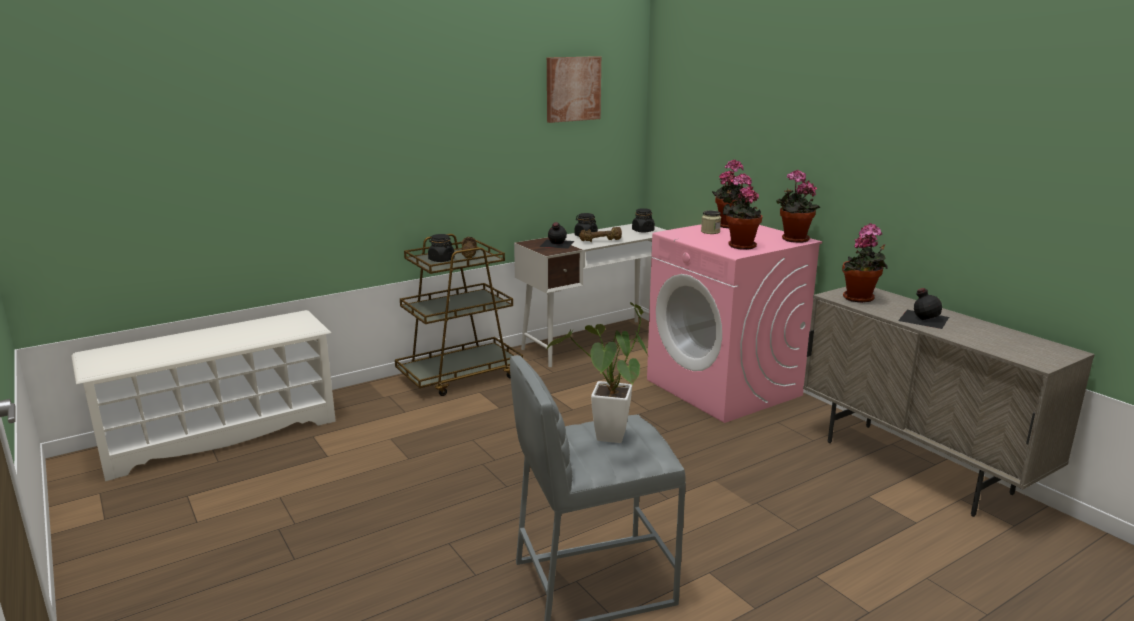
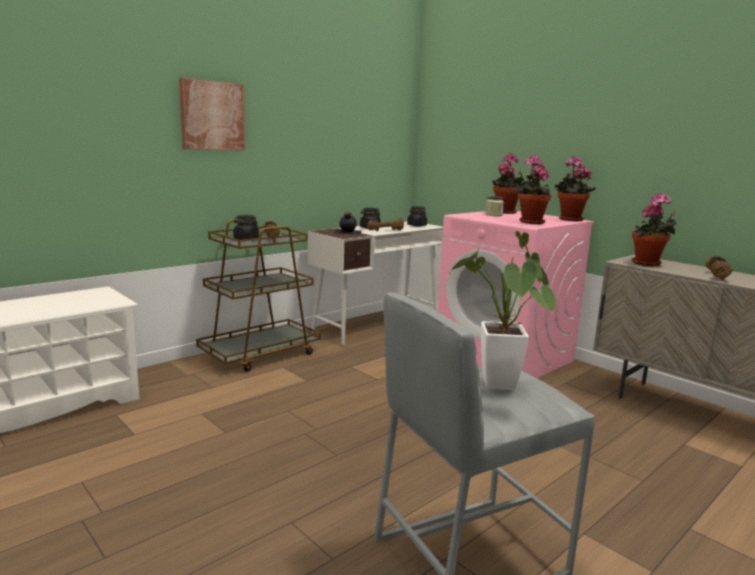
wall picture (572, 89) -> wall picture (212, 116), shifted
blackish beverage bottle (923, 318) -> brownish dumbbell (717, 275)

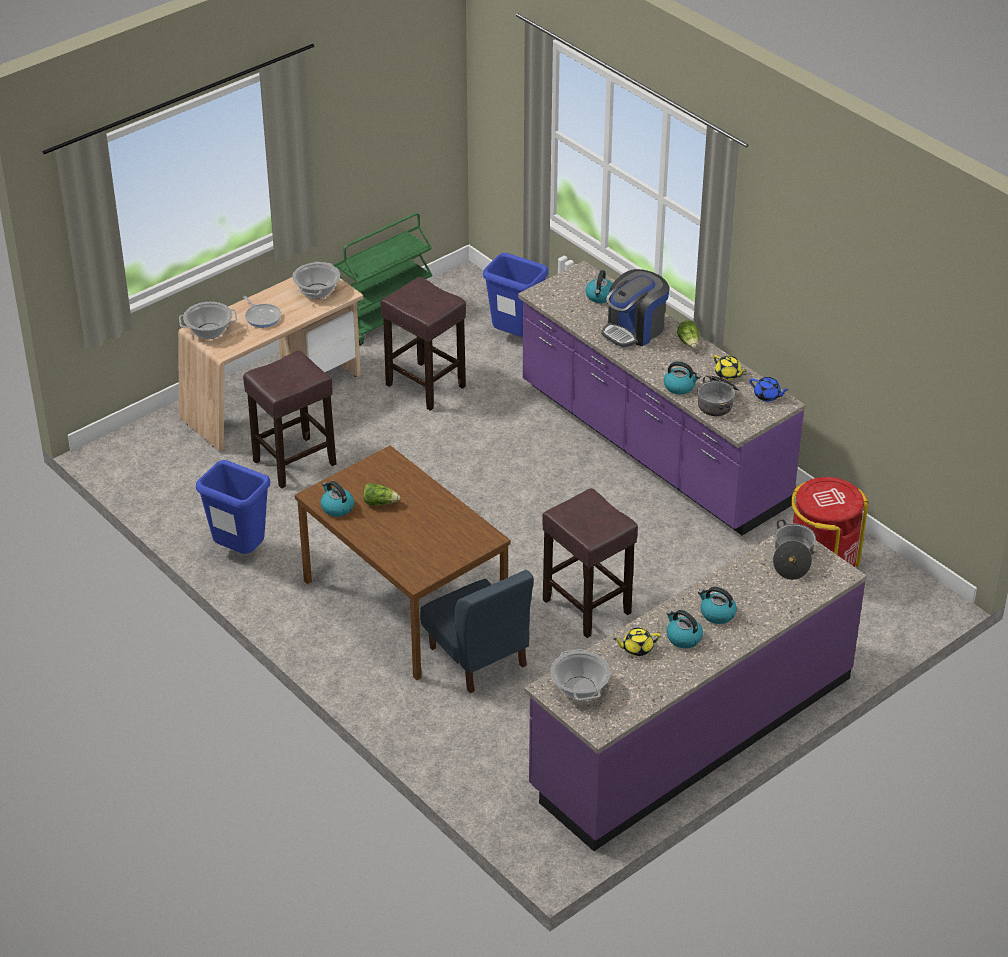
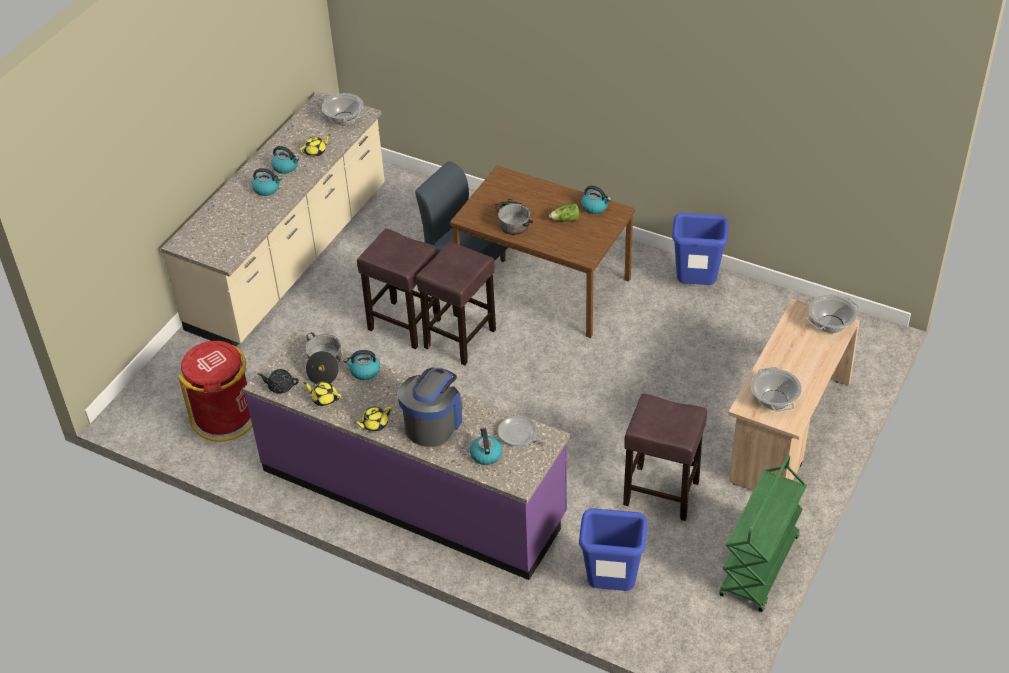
purple kitchen base unit (692, 733) -> beige-coloured kitchen base unit (290, 258)
blue-coloured tea pot (767, 396) -> blackish tea pot (280, 386)
lettuce (689, 343) -> yellow-coloured tea pot (374, 424)
brownish stool seat (293, 463) -> brownish stool seat (460, 338), shifted
stockpot (792, 559) -> stockpot (513, 221), shifted
pan (262, 317) -> pan (519, 435), shifted

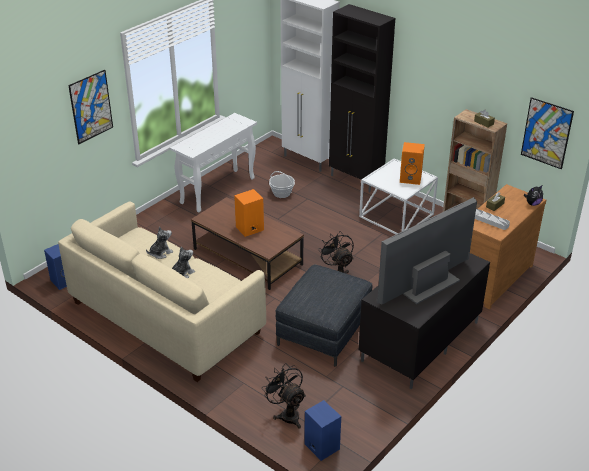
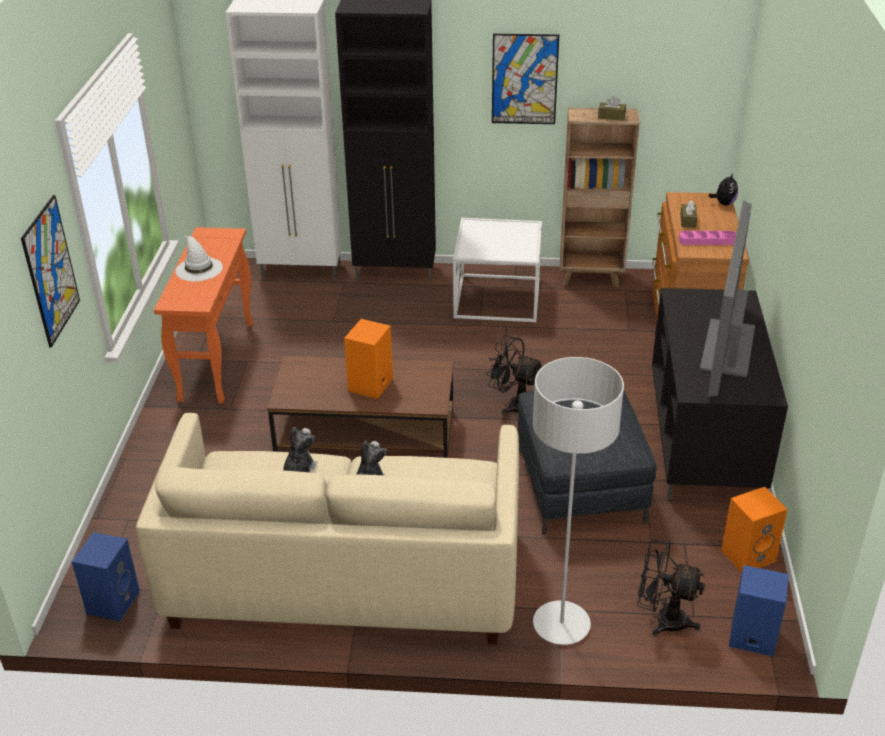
white narrow table (218, 190) -> orange narrow table (216, 360)
none -> white clothing hat (198, 268)
wall picture (546, 133) -> wall picture (524, 79), shifted
none -> greyish standing lamp (561, 624)
greyish tray (490, 221) -> pink tray (707, 241)
orange speaker (411, 178) -> orange speaker (748, 555), shifted
household basket (282, 193) -> none

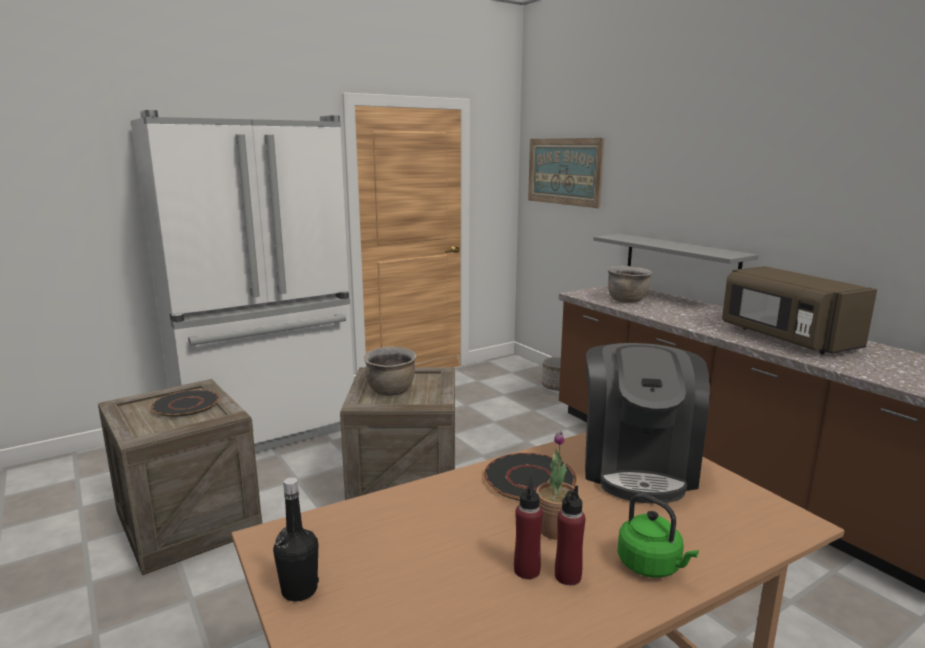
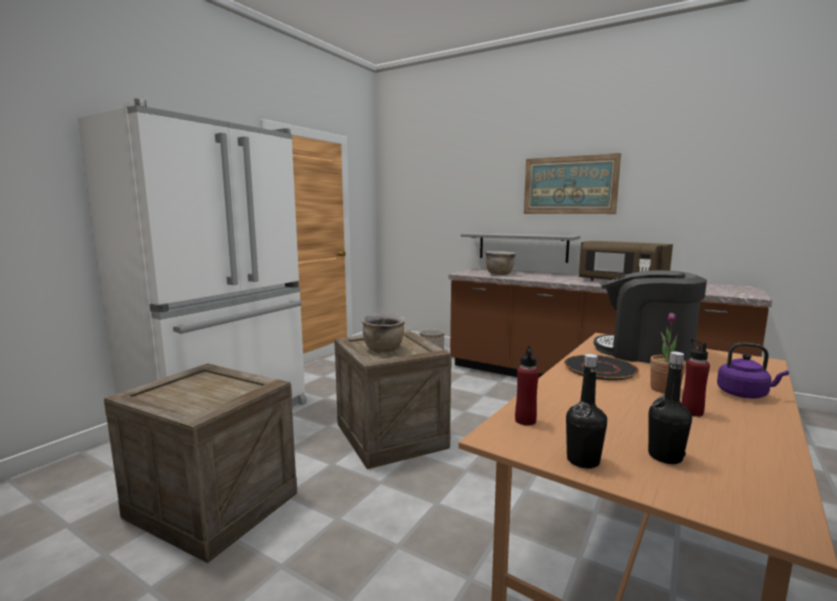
red beverage bottle (567, 576) -> red beverage bottle (525, 420), shifted
wall picture (564, 171) -> wall picture (569, 185), shifted
coffee maker (638, 467) -> coffee maker (645, 352), 135 degrees clockwise
none -> blackish beverage bottle (665, 456)
green-coloured tea kettle (652, 566) -> purple tea kettle (744, 394)
blackish flat dish (186, 404) -> none

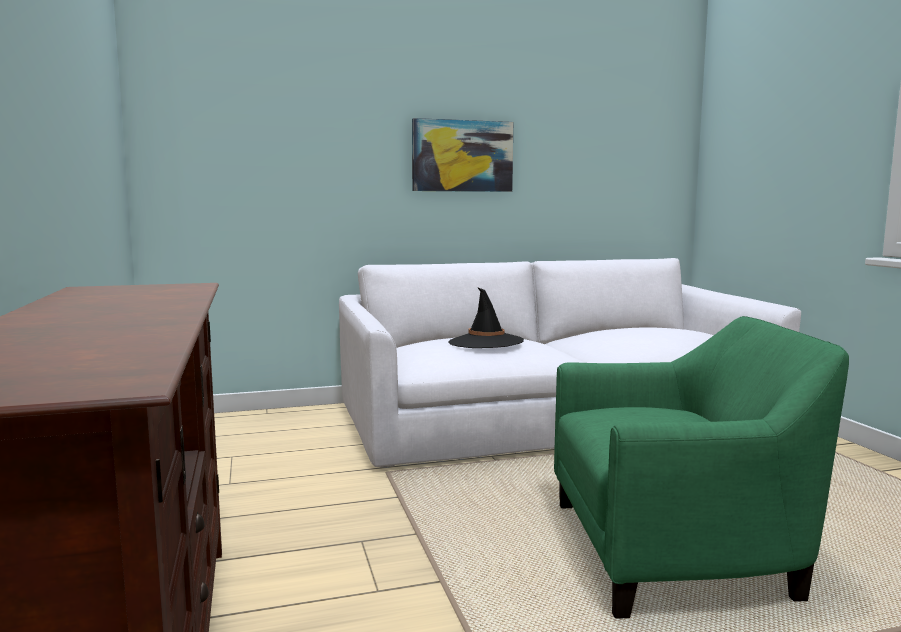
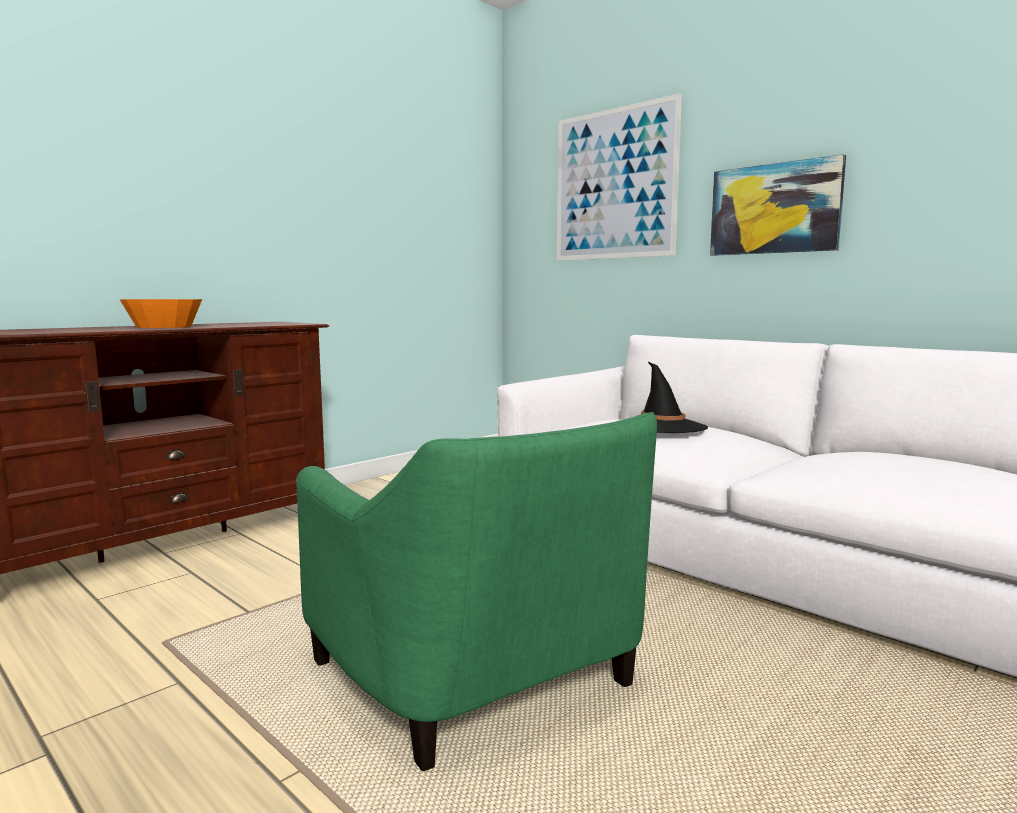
none -> orange bowl (164, 326)
none -> wall picture (614, 184)

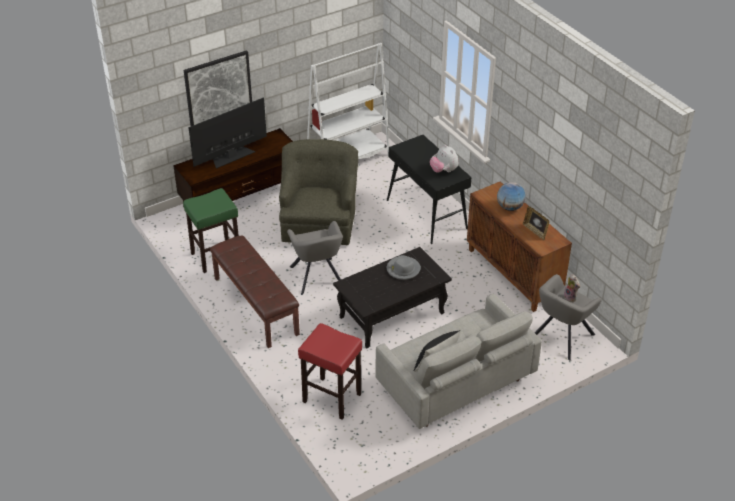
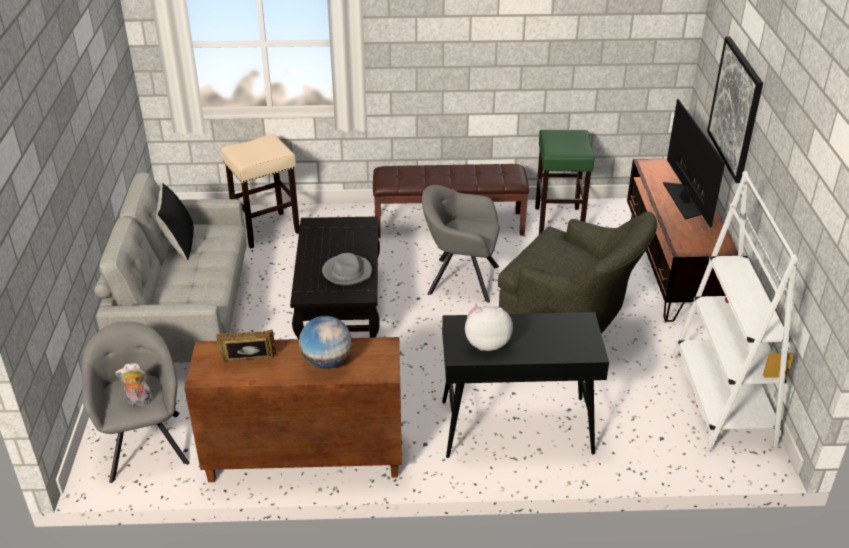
red stool seat (331, 398) -> beige-coloured stool seat (267, 229)

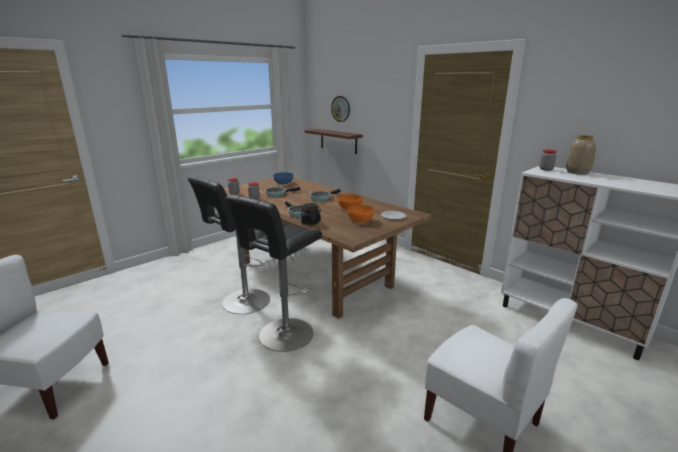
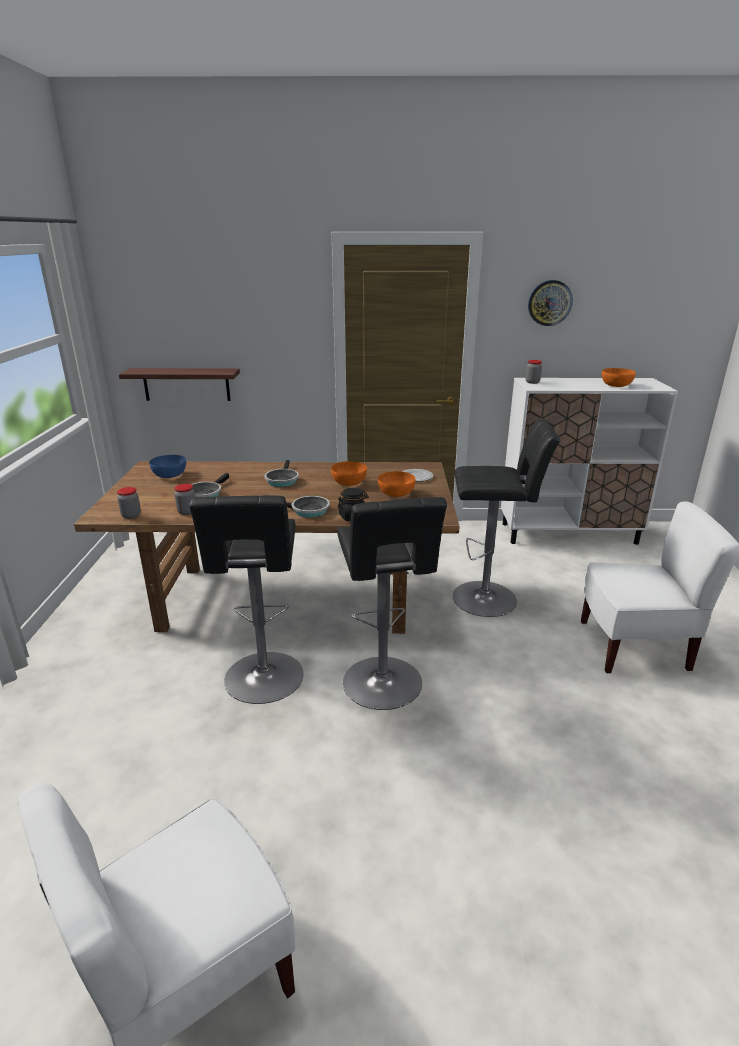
none -> blackish stool seat (489, 598)
clock on the wall (341, 109) -> clock on the wall (549, 303), shifted
none -> orange bowl (616, 385)
vase (577, 172) -> none

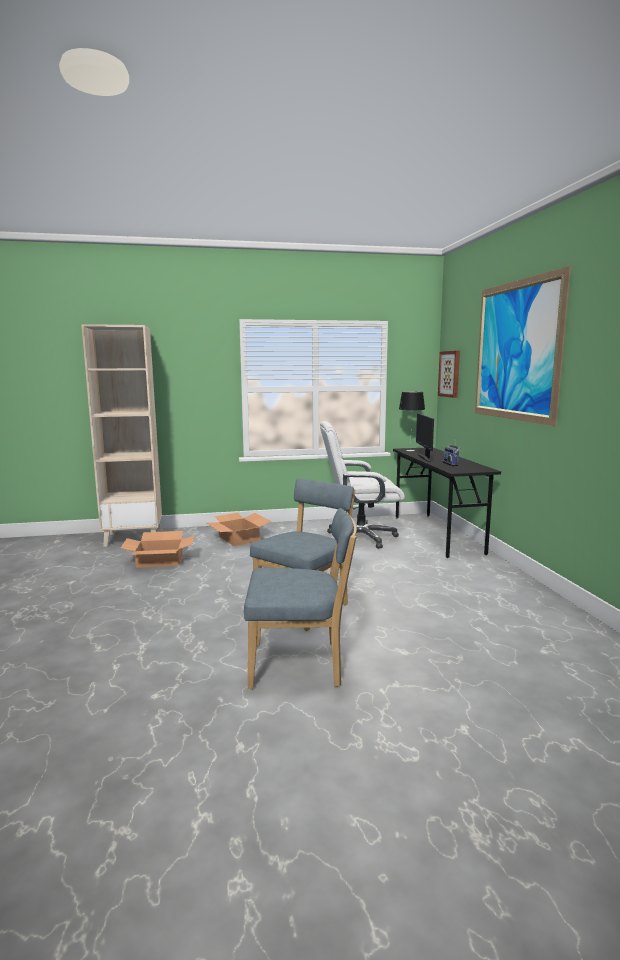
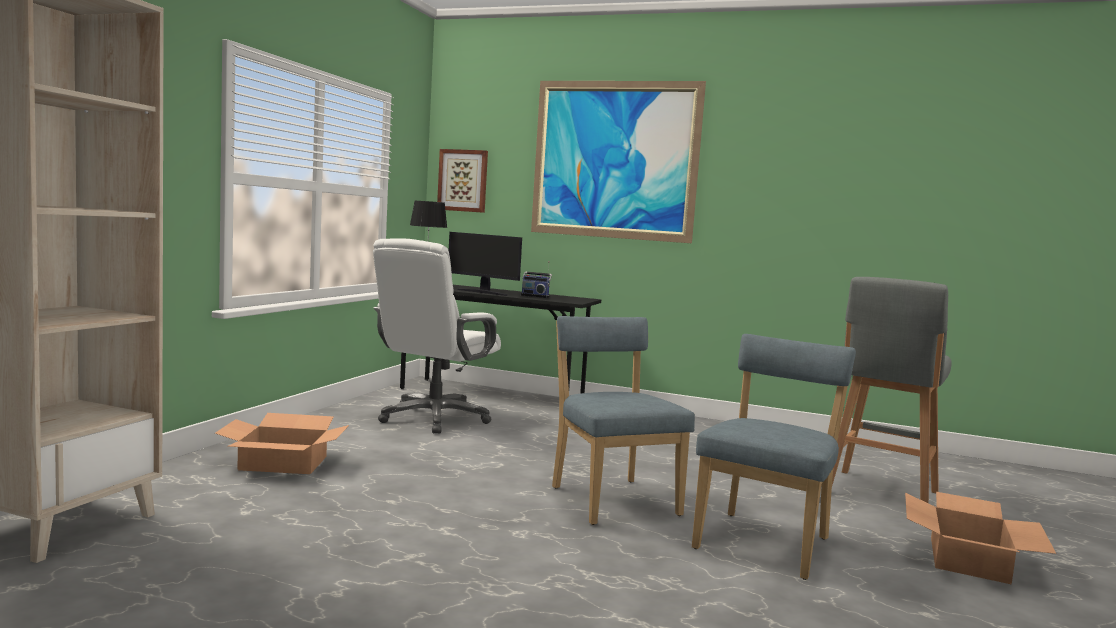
none -> greyish stool seat (880, 493)
cardboard box (160, 561) -> cardboard box (968, 559), shifted

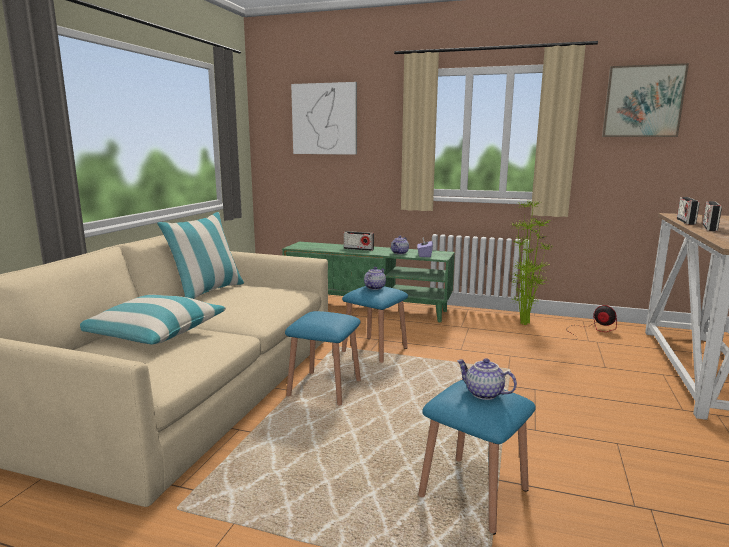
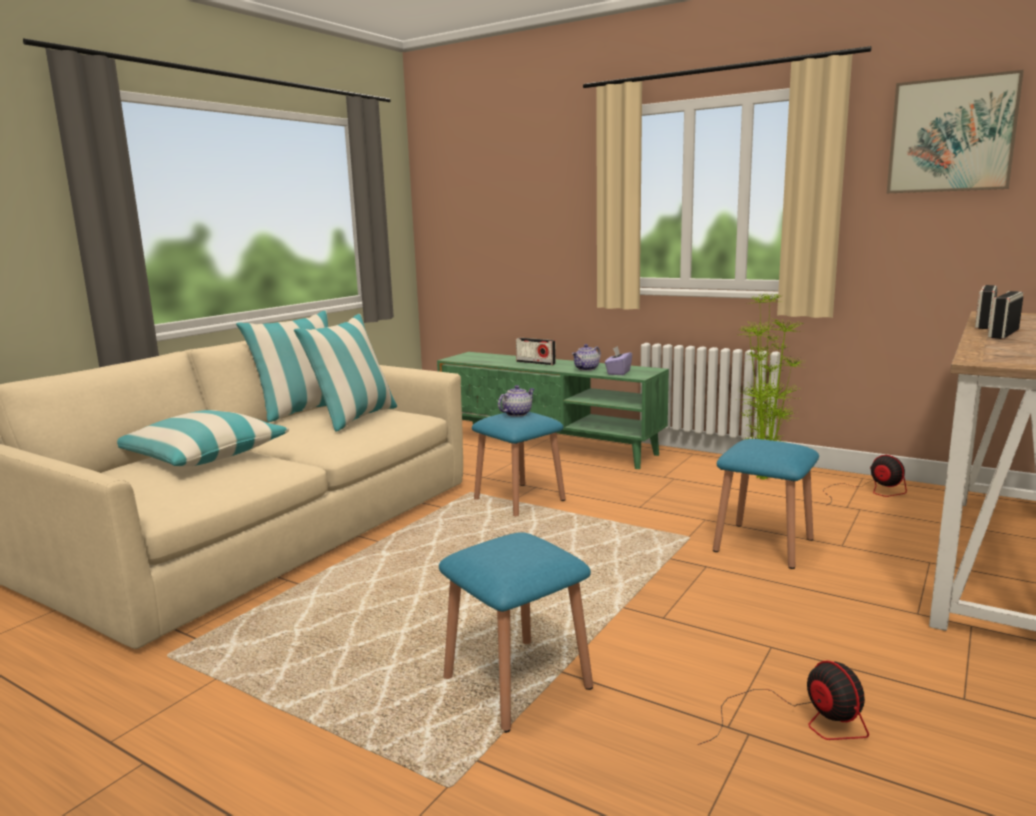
none -> pillow (354, 418)
none -> cooling fan (799, 721)
blue-coloured stool seat (324, 388) -> blue-coloured stool seat (763, 545), shifted
wall picture (324, 119) -> none
tea pot (483, 394) -> none

